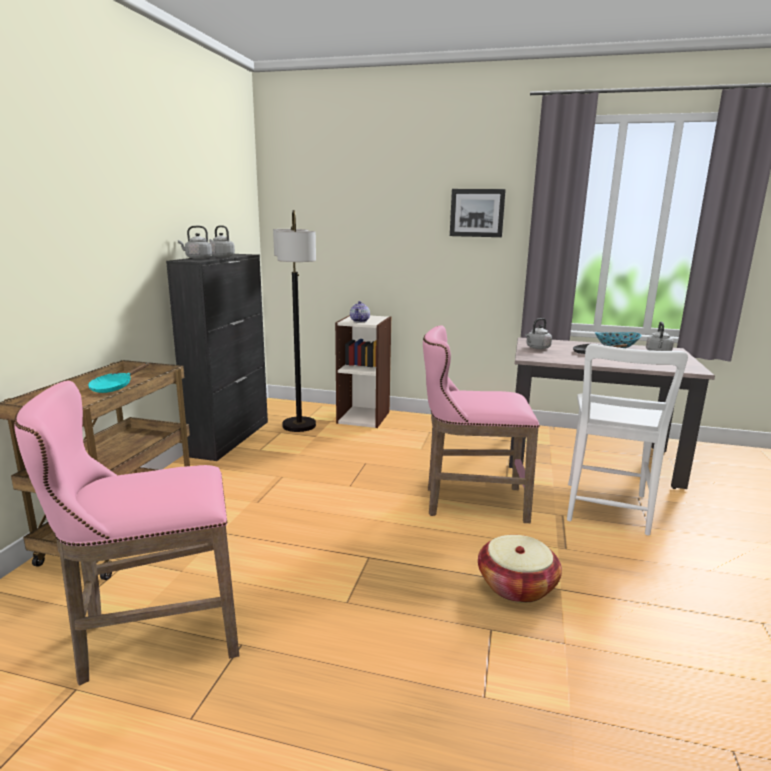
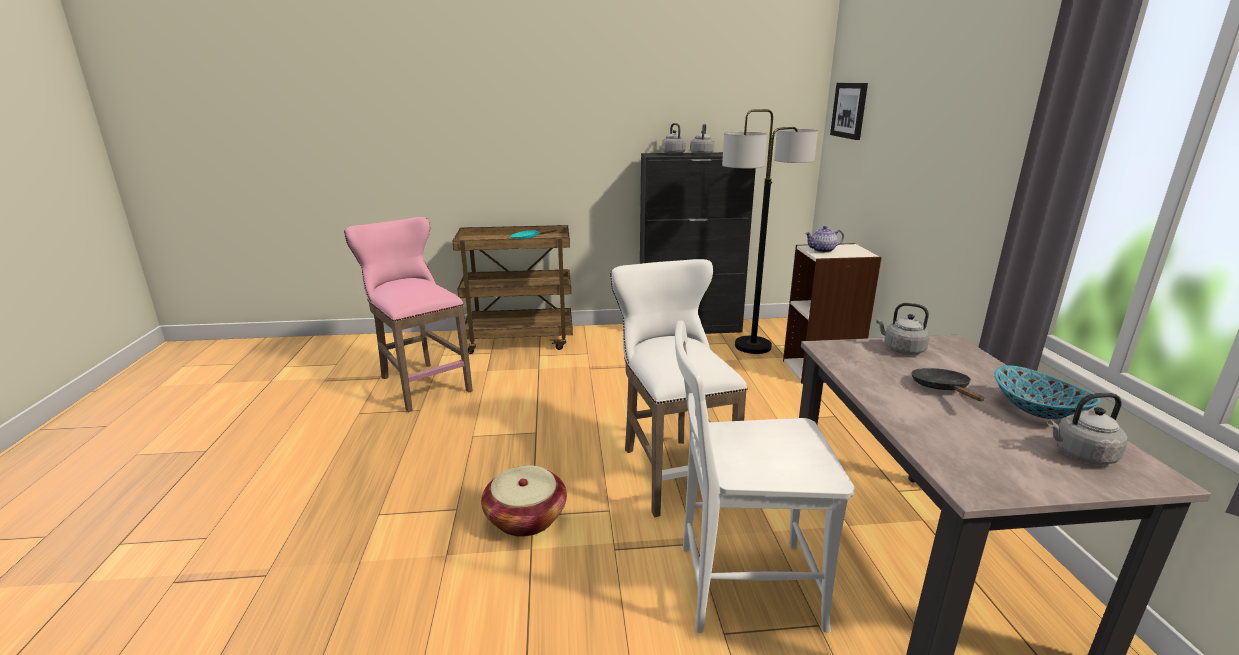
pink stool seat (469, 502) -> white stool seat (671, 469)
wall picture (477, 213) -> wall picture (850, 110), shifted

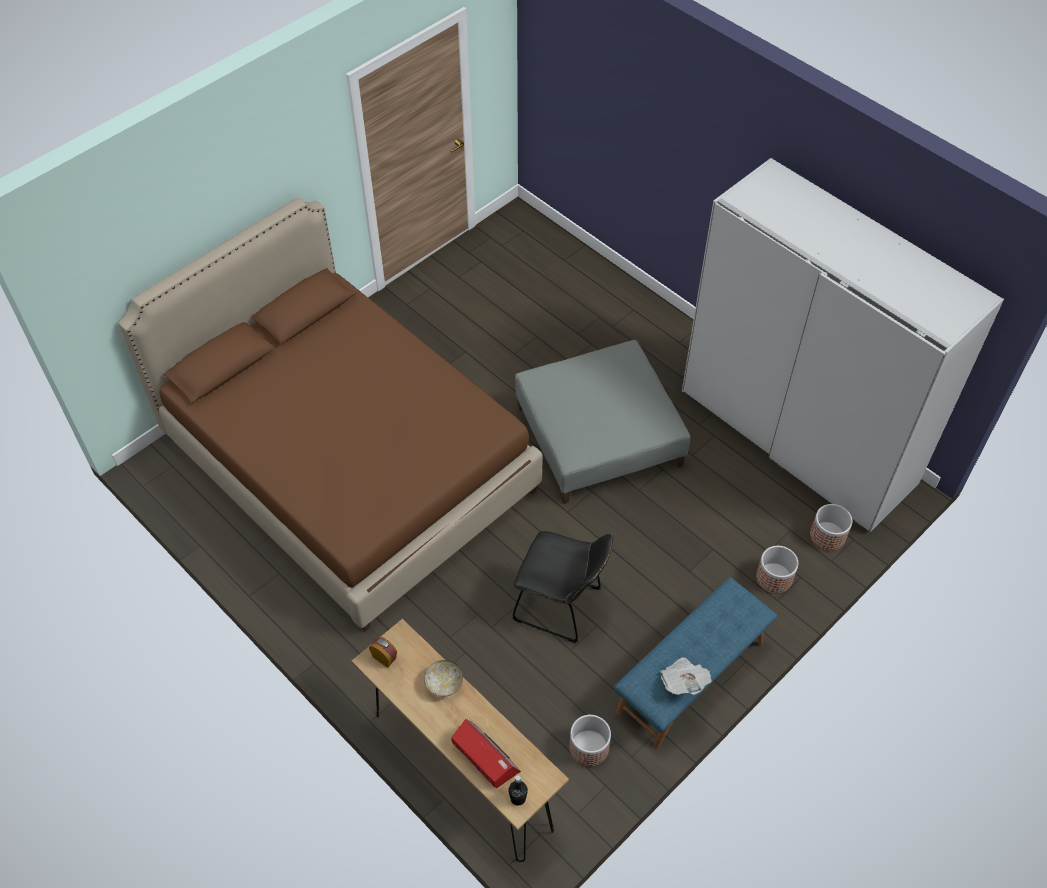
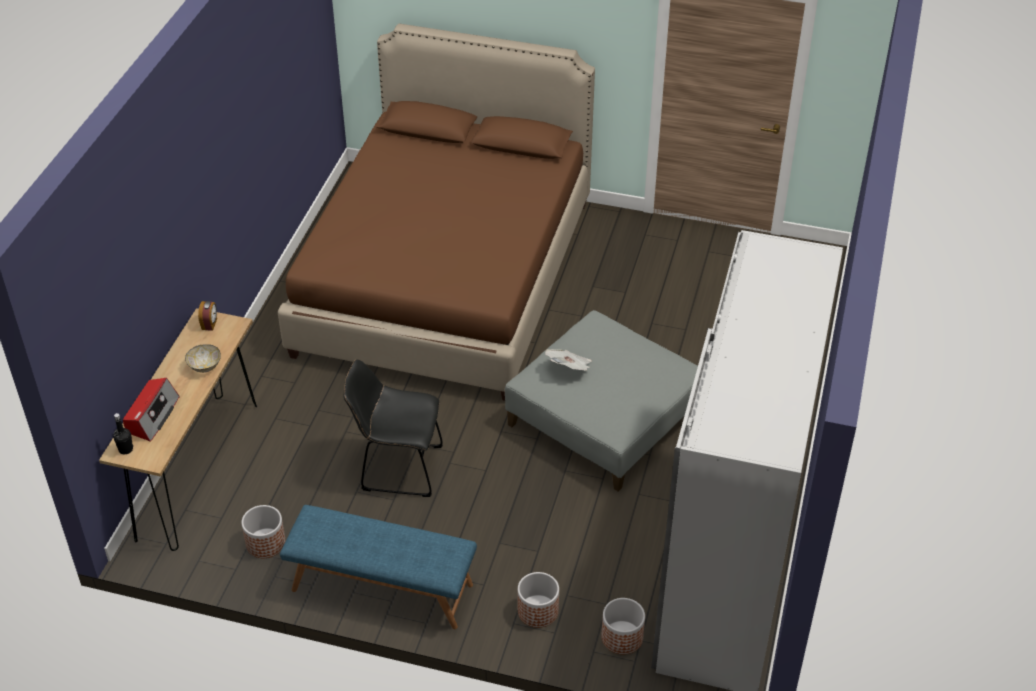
blackish plain chair (561, 606) -> blackish plain chair (397, 468), 105 degrees clockwise
printed paper (684, 682) -> printed paper (569, 368), shifted

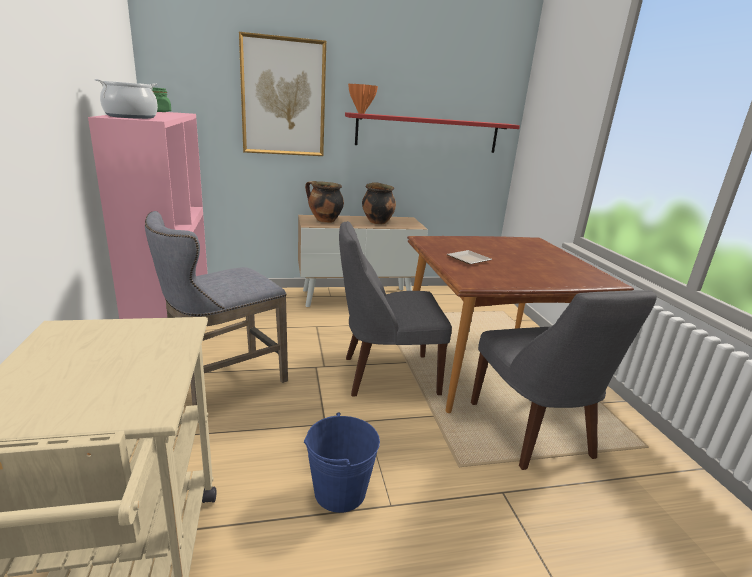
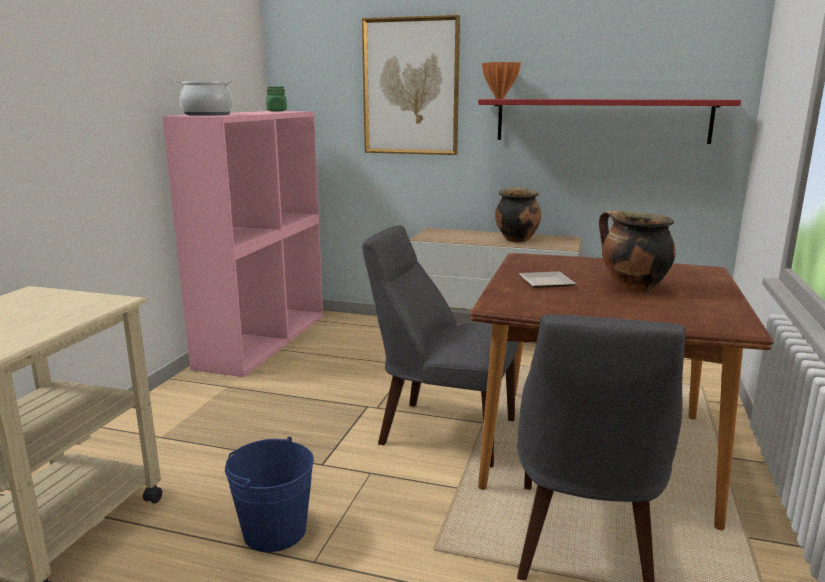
stockpot (324, 220) -> stockpot (631, 287), shifted
greyish stool seat (223, 383) -> none

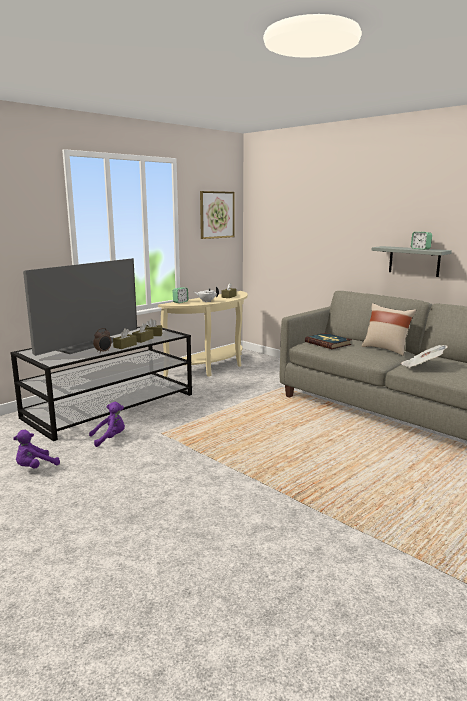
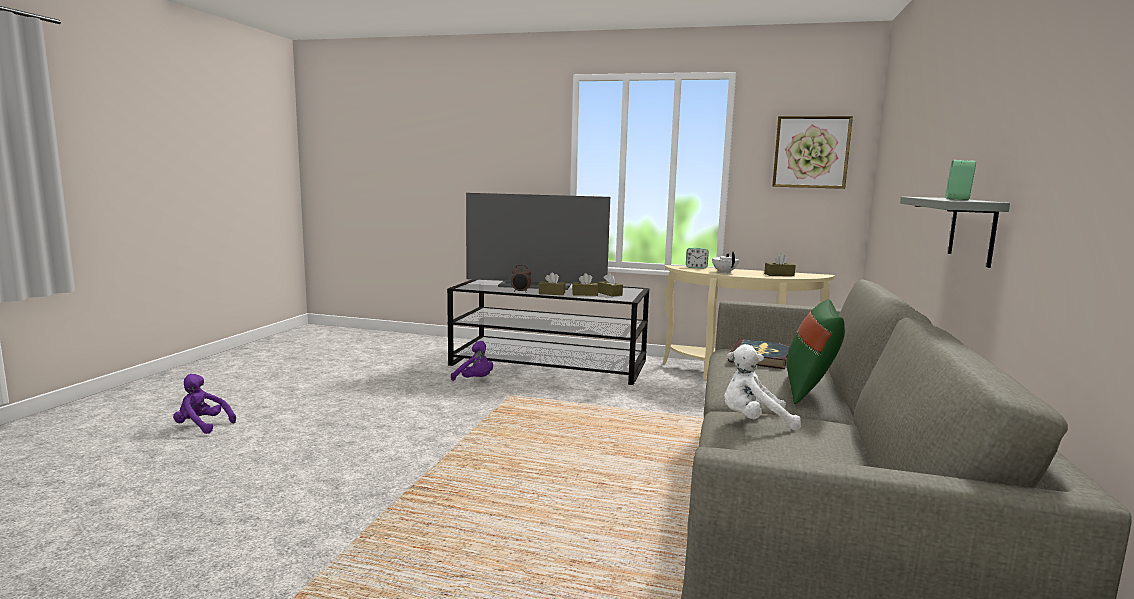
purple plush toy (35, 467) -> purple plush toy (202, 426), shifted
printed paper (422, 366) -> white plush toy (754, 422)
beige-coloured pillow (386, 349) -> green-coloured pillow (809, 391)

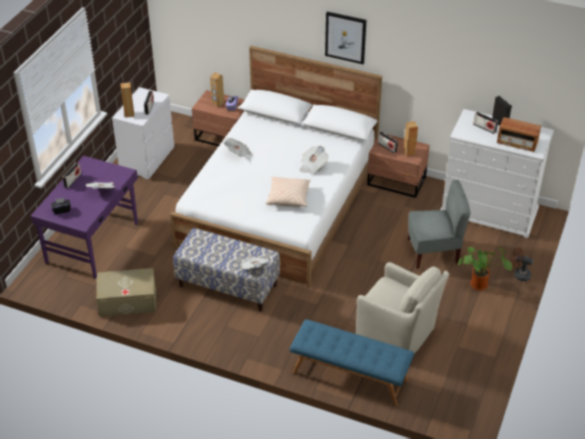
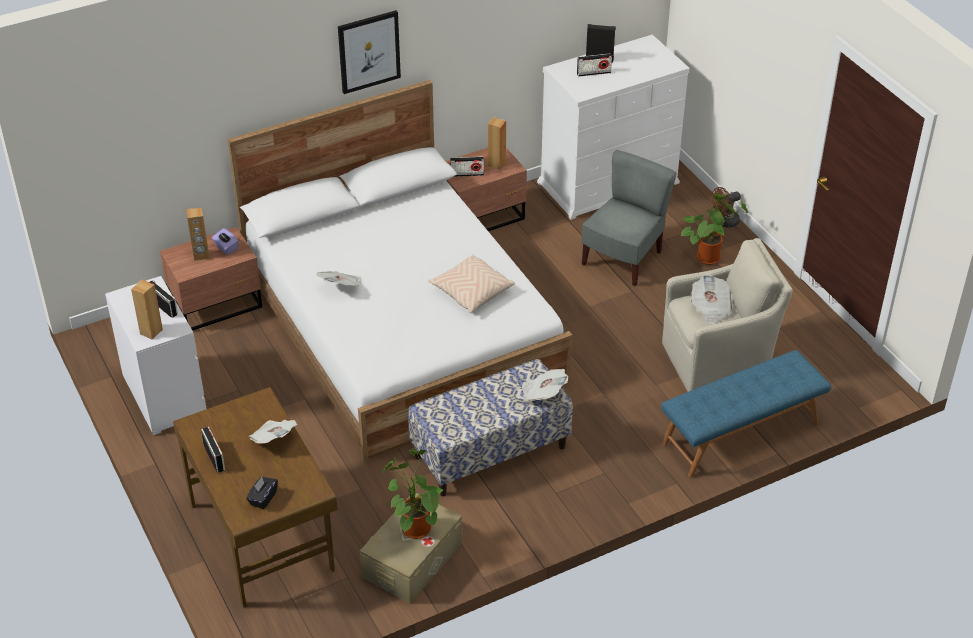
purple desk unit (93, 242) -> brownish desk unit (262, 536)
none -> plant in a pot (413, 527)
printed paper (312, 166) -> printed paper (711, 308), shifted
radio (517, 143) -> none

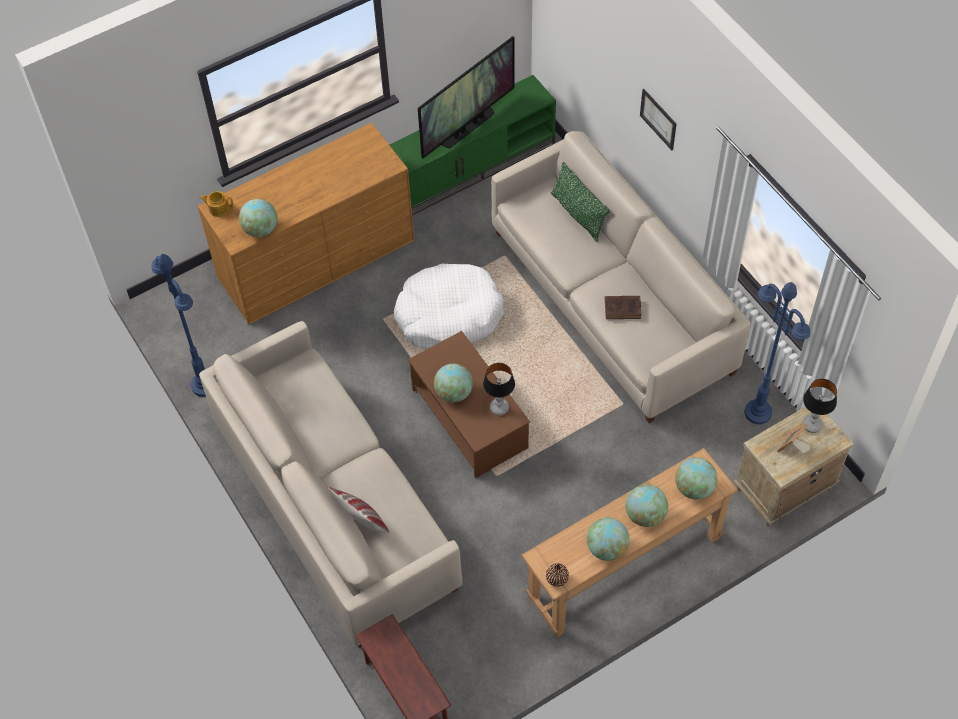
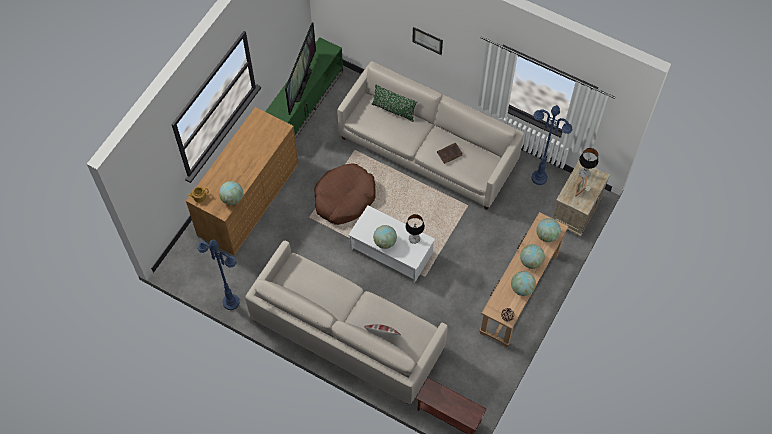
white pet bed (448, 315) -> brownish pet bed (344, 198)
brownish lounge table (469, 418) -> white lounge table (391, 251)

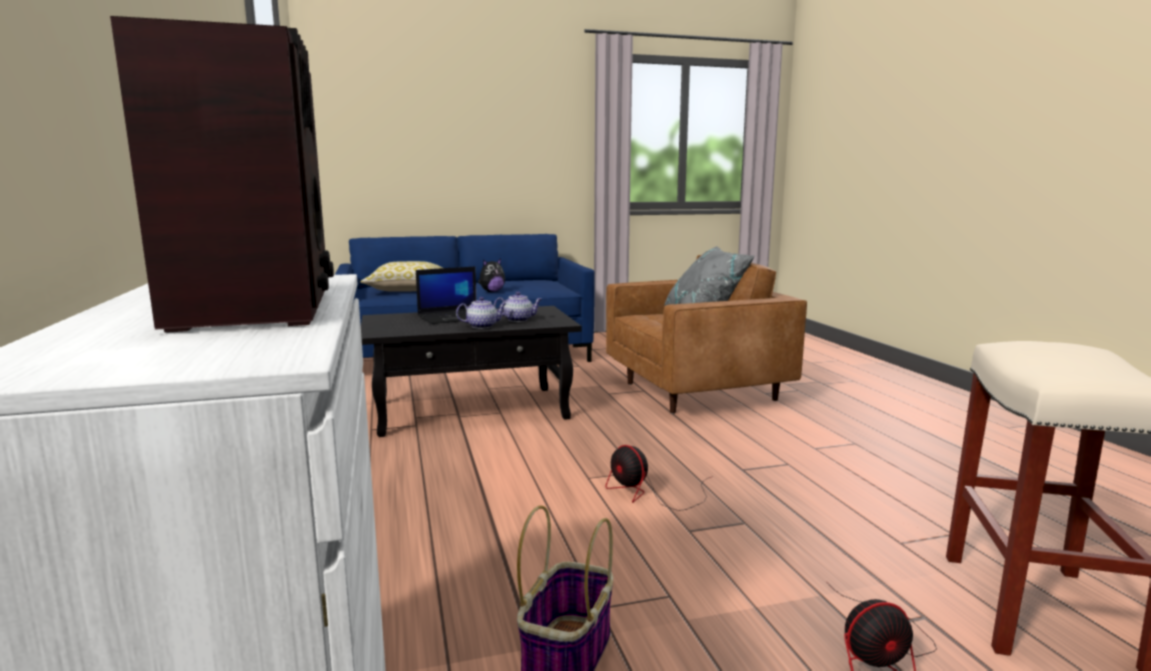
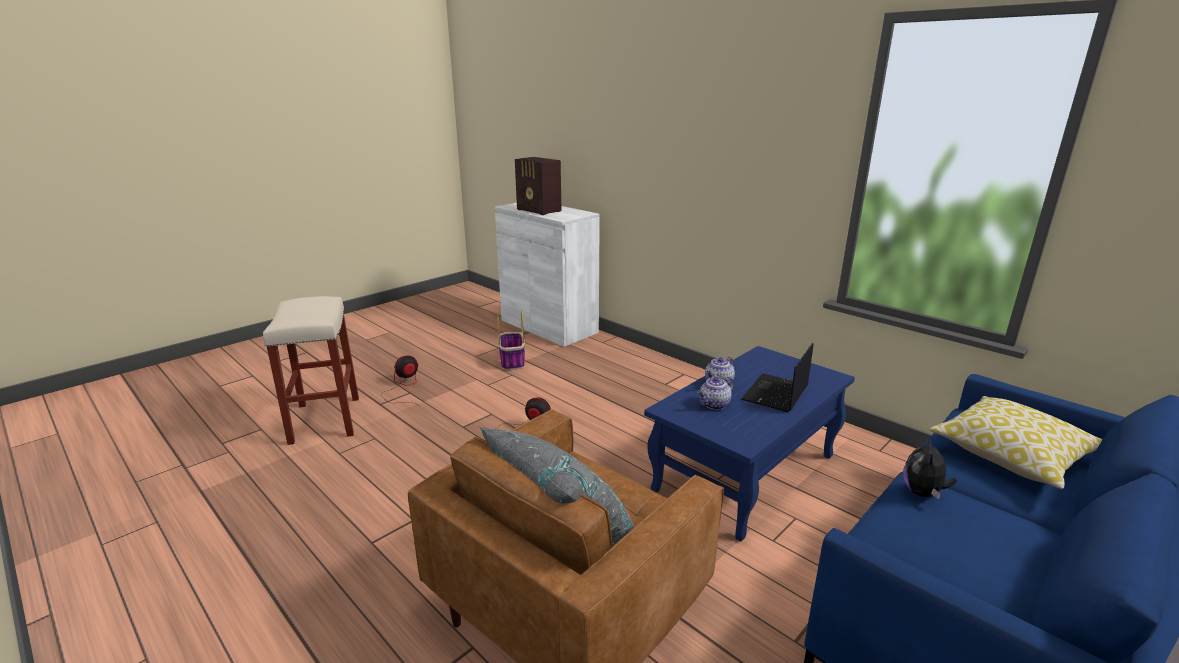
blackish lounge table (472, 410) -> blue-coloured lounge table (744, 473)

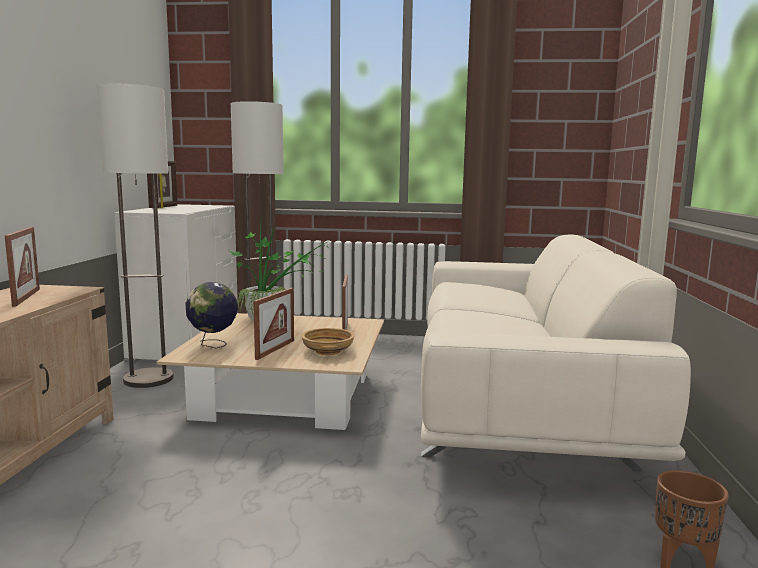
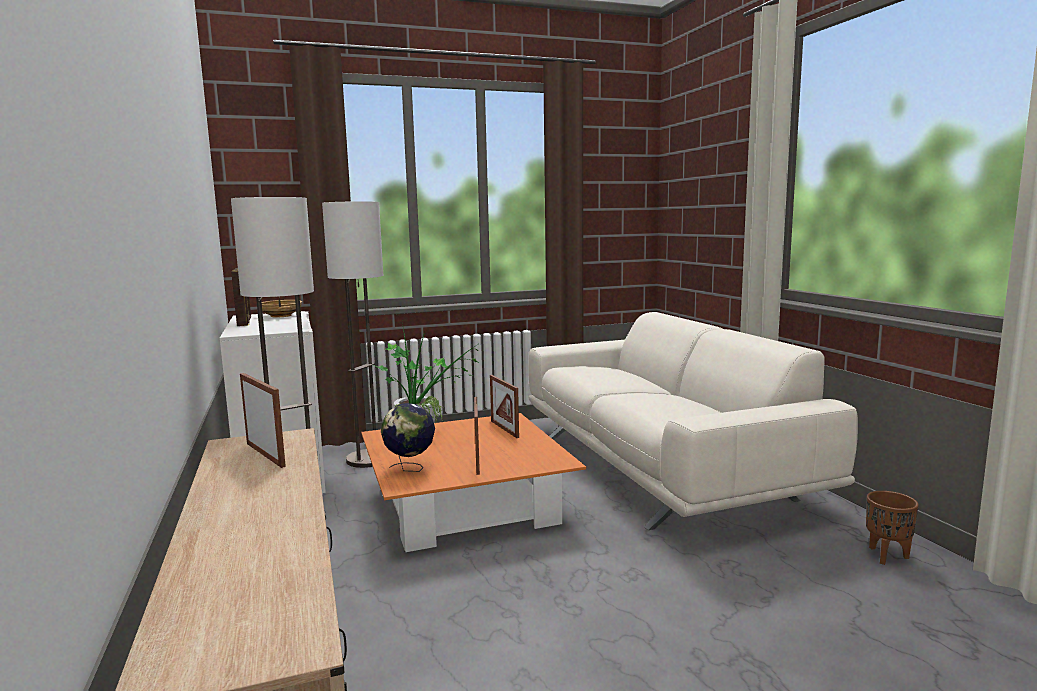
beige-coloured bowl (328, 351) -> beige-coloured bowl (281, 316), shifted
beige-coloured lounge table (287, 396) -> orange lounge table (467, 506)

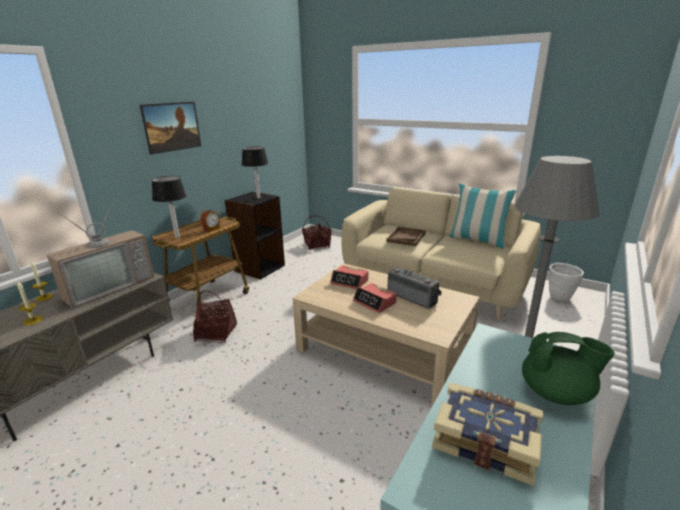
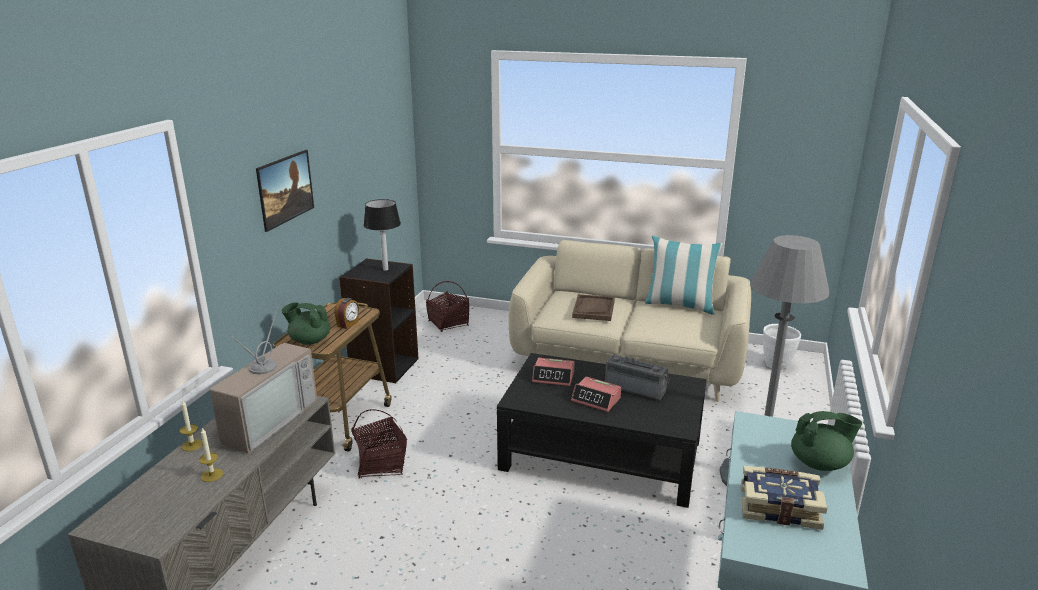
tabletop lamp (177, 237) -> green-coloured tea pot (309, 340)
beige-coloured lounge table (384, 349) -> blackish lounge table (602, 454)

